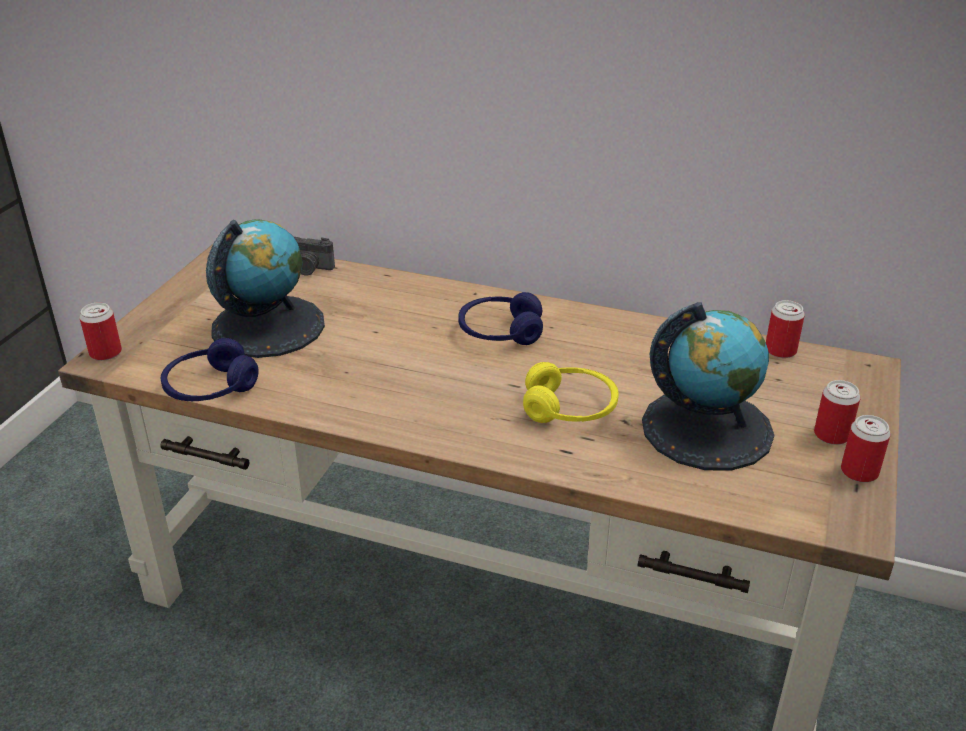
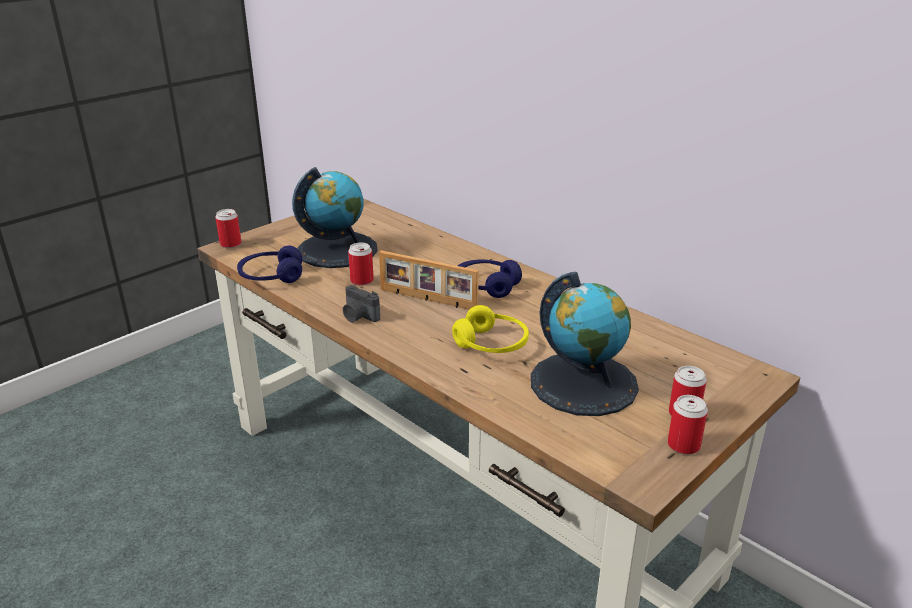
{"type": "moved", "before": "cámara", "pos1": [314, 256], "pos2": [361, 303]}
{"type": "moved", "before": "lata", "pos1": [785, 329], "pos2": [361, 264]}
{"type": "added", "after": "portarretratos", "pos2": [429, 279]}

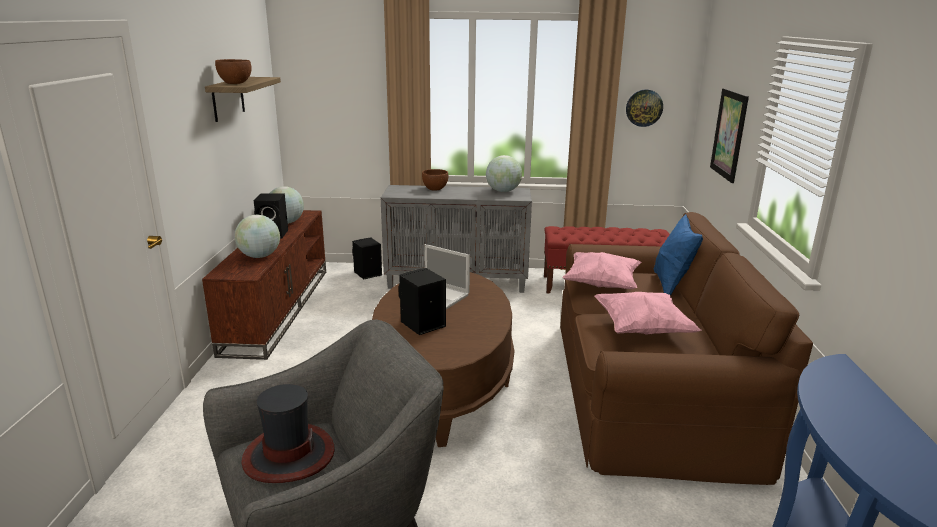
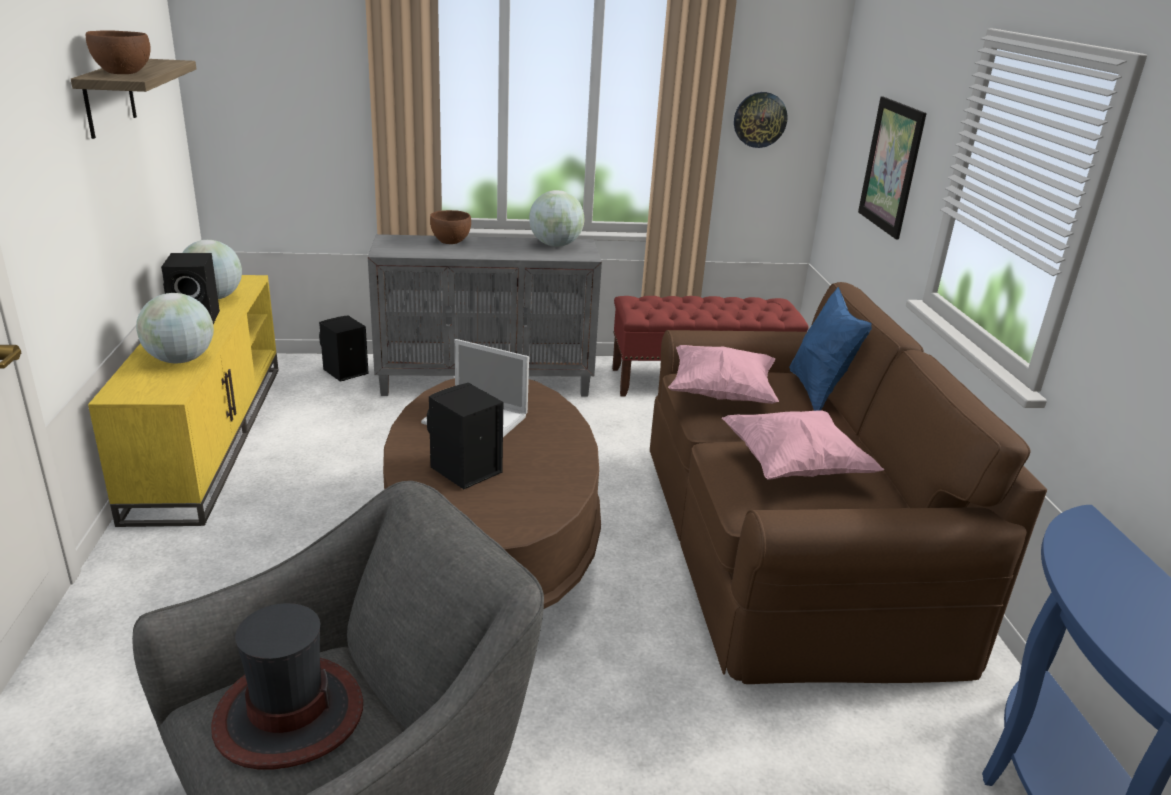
{"type": "recoloured", "before": "mueble de televisión/marrón", "after": "mueble de televisión/amarillo", "pos1": [264, 285], "pos2": [183, 401]}

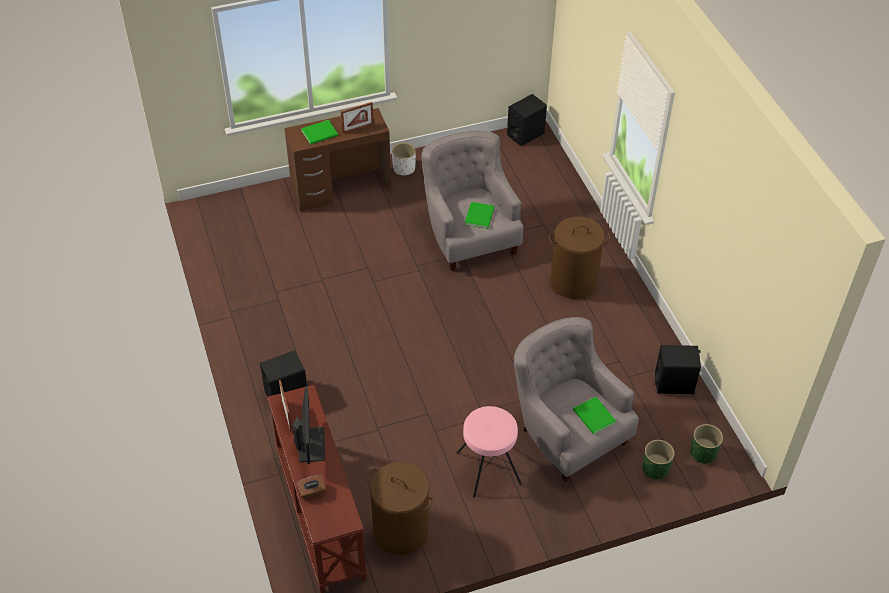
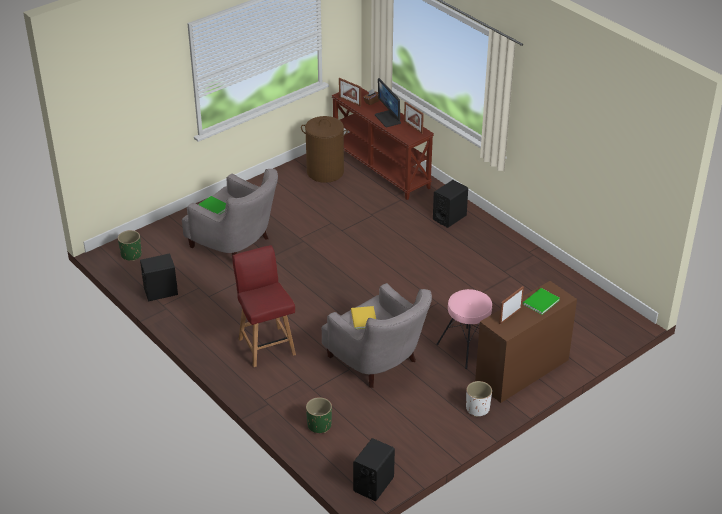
{"type": "replaced", "before": "cesto de la ropa/marrón", "after": "silla/rojo", "pos1": [579, 257], "pos2": [264, 306]}
{"type": "moved", "before": "maceta/verde", "pos1": [658, 460], "pos2": [319, 415]}
{"type": "added", "after": "portarretratos", "pos2": [350, 92]}
{"type": "recoloured", "before": "libro/verde", "after": "libro/amarillo", "pos1": [480, 215], "pos2": [363, 317]}
{"type": "moved", "before": "taburete/rosa", "pos1": [489, 451], "pos2": [464, 329]}

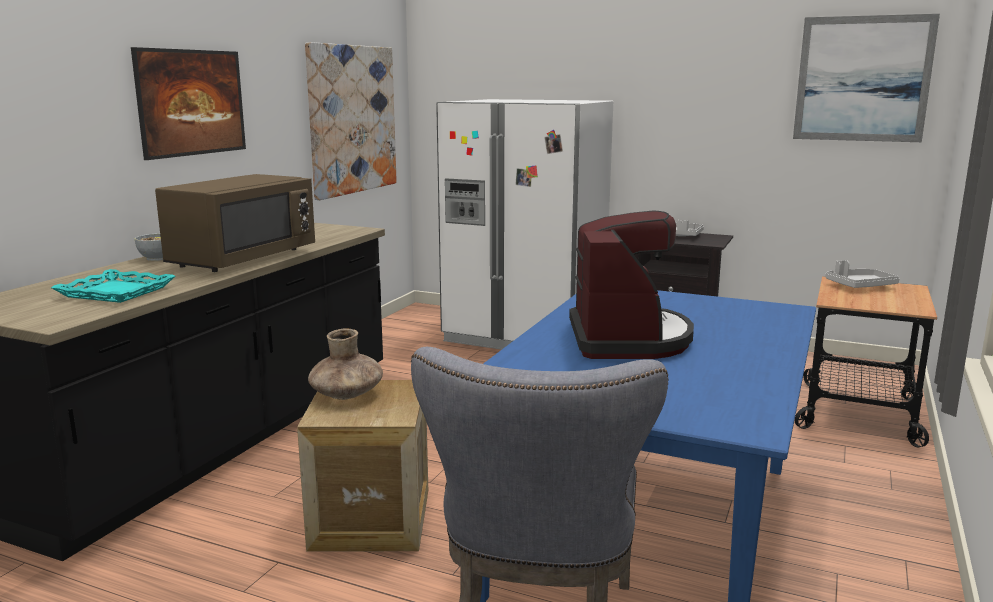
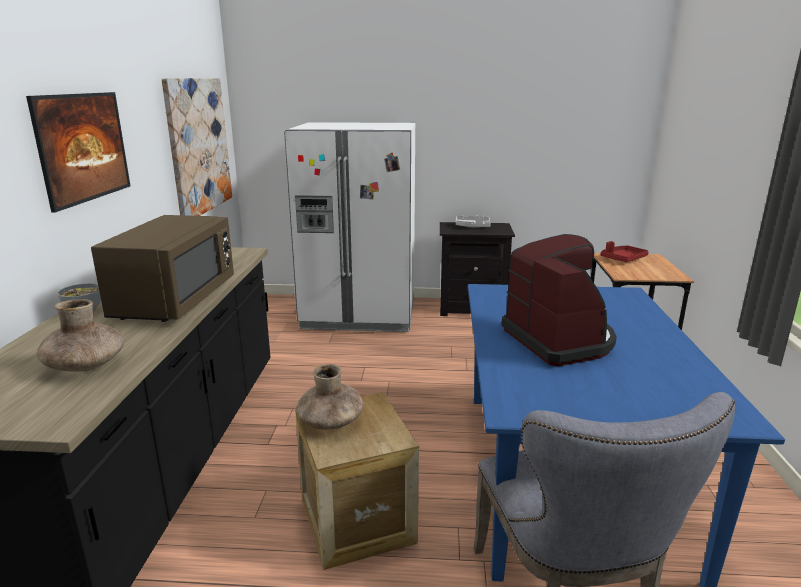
{"type": "replaced", "before": "bandeja/turquesa", "after": "florero/marrón", "pos1": [113, 286], "pos2": [80, 335]}
{"type": "recoloured", "before": "bandeja/gris", "after": "bandeja/rojo", "pos1": [862, 274], "pos2": [624, 251]}
{"type": "removed", "before": "cuadro", "pos1": [866, 78]}

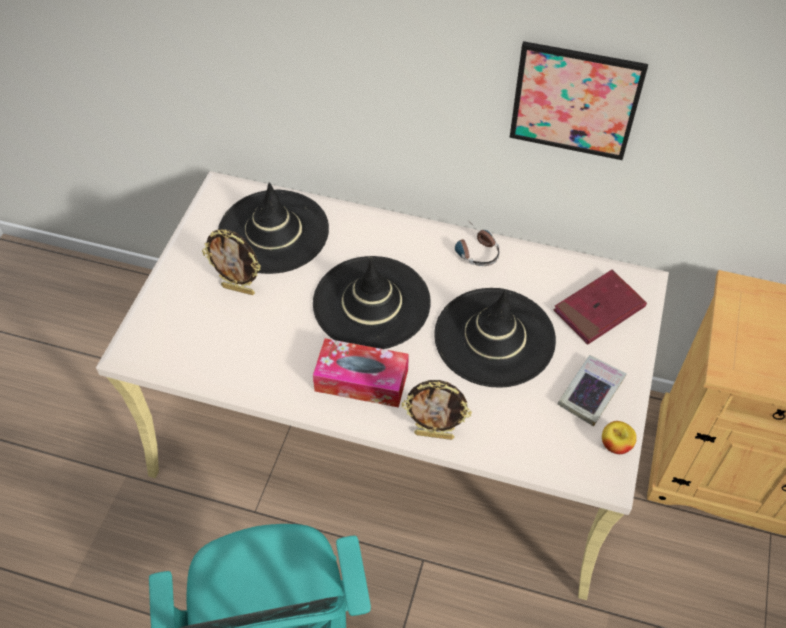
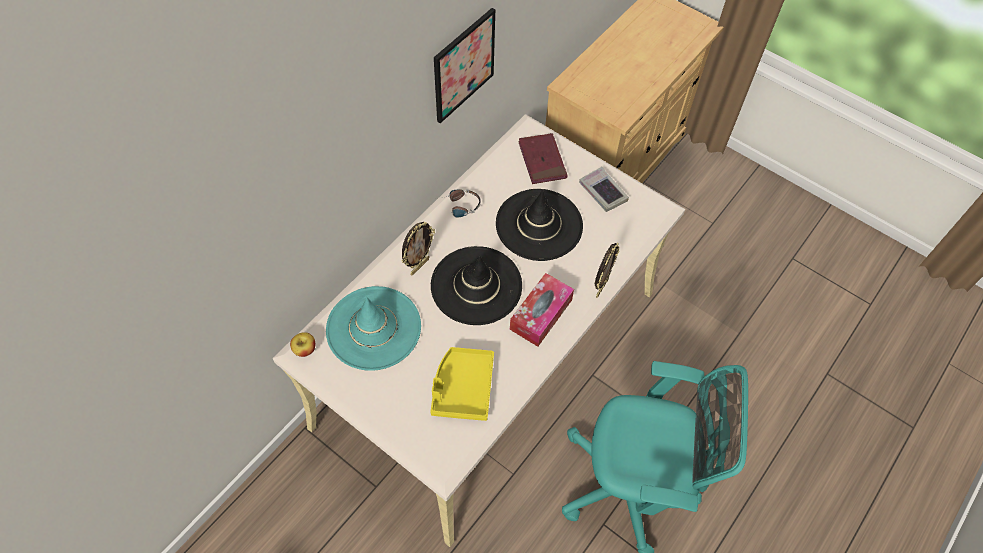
{"type": "moved", "before": "manzana", "pos1": [619, 437], "pos2": [302, 344]}
{"type": "recoloured", "before": "sombrero/negro", "after": "sombrero/turquesa", "pos1": [273, 228], "pos2": [373, 328]}
{"type": "moved", "before": "portarretratos", "pos1": [231, 262], "pos2": [418, 248]}
{"type": "added", "after": "bandeja/amarillo", "pos2": [462, 384]}

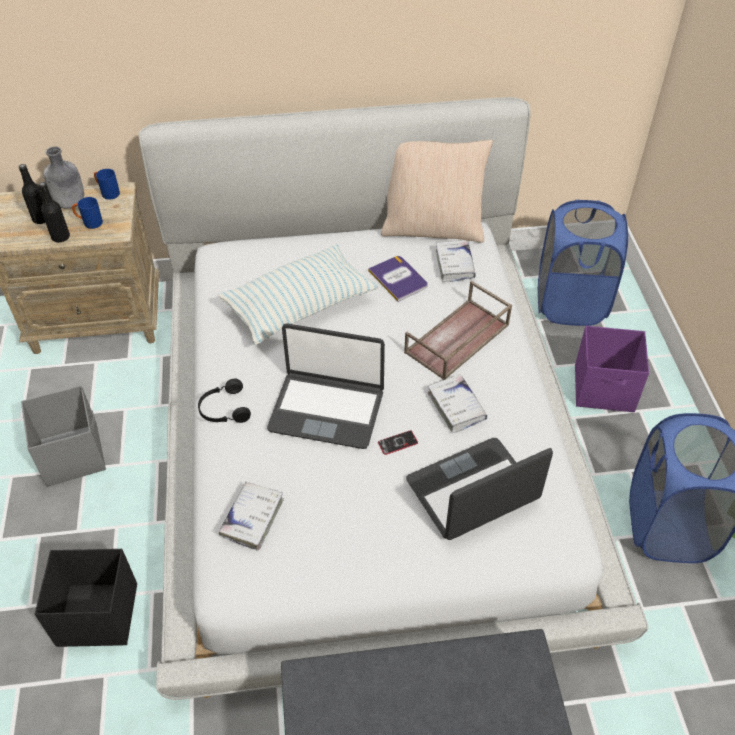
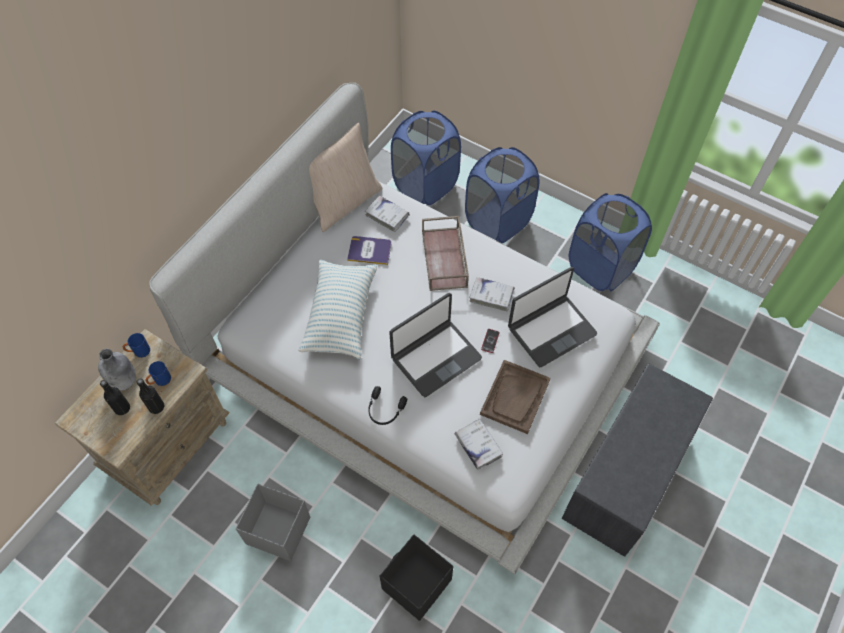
{"type": "replaced", "before": "caja de almacenaje/morado", "after": "cesto de la ropa/azul", "pos1": [612, 369], "pos2": [502, 195]}
{"type": "added", "after": "bandeja/marrón", "pos2": [515, 397]}
{"type": "turned", "before": "portátil", "pos1": [479, 489], "pos2": [552, 317], "turn": -135}

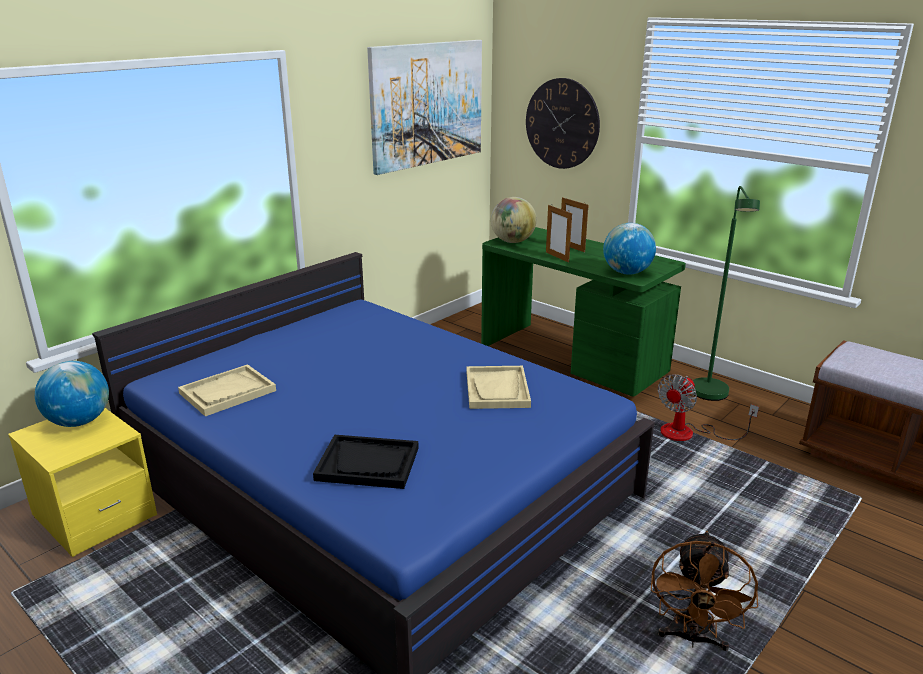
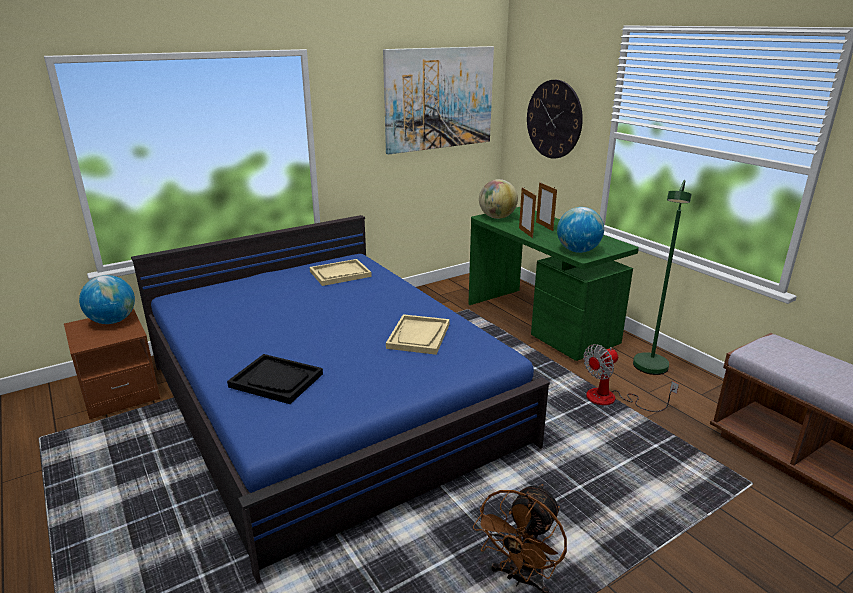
{"type": "recoloured", "before": "mesita de noche/amarillo", "after": "mesita de noche/marrón", "pos1": [82, 482], "pos2": [112, 364]}
{"type": "moved", "before": "bandeja/beis", "pos1": [227, 390], "pos2": [341, 272]}

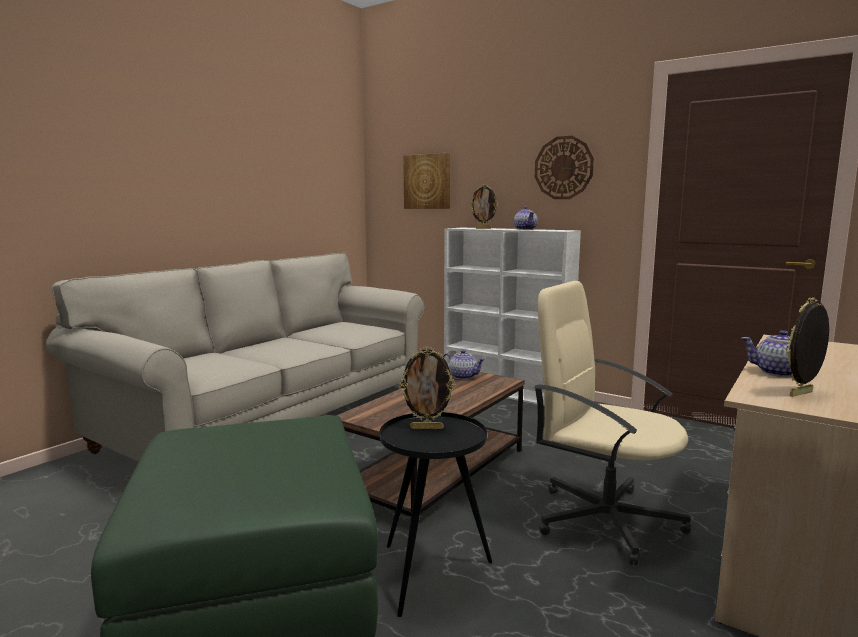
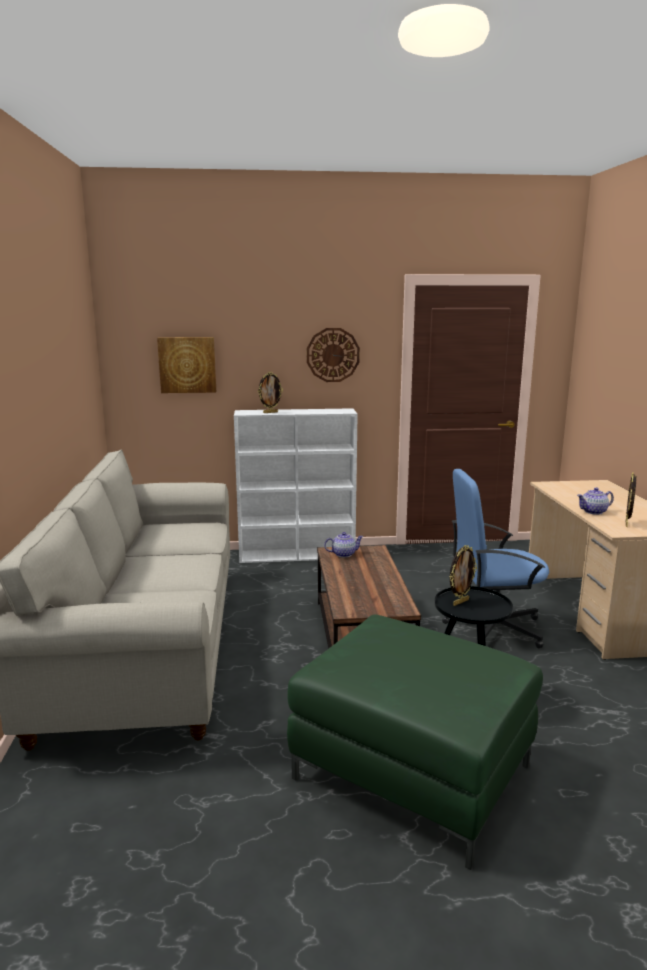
{"type": "recoloured", "before": "silla de oficina/beis", "after": "silla de oficina/azul", "pos1": [612, 423], "pos2": [495, 558]}
{"type": "removed", "before": "tetera", "pos1": [526, 218]}

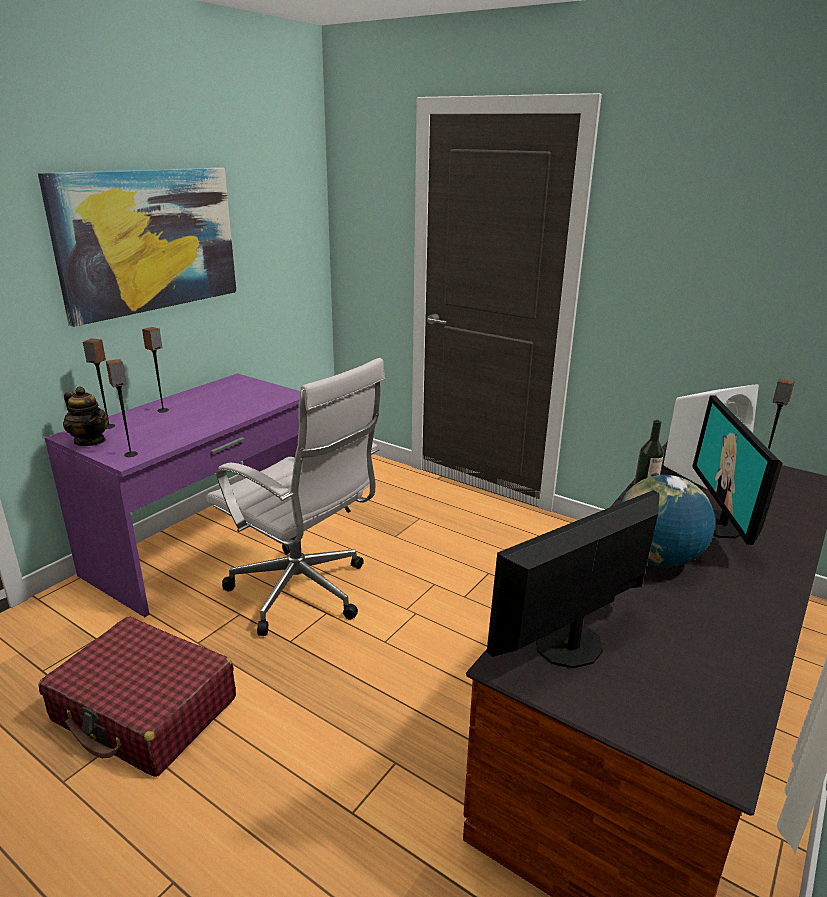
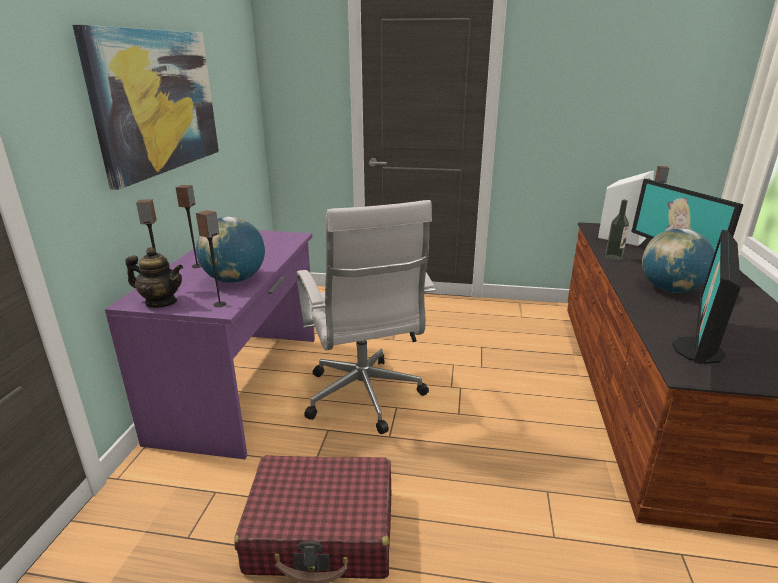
{"type": "added", "after": "globo terráqueo", "pos2": [230, 250]}
{"type": "turned", "before": "silla de oficina/blanco", "pos1": [295, 497], "pos2": [366, 317], "turn": 60}

